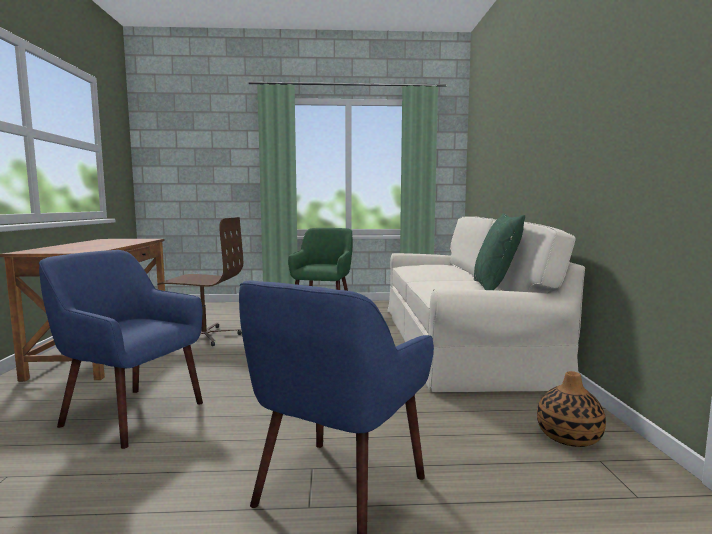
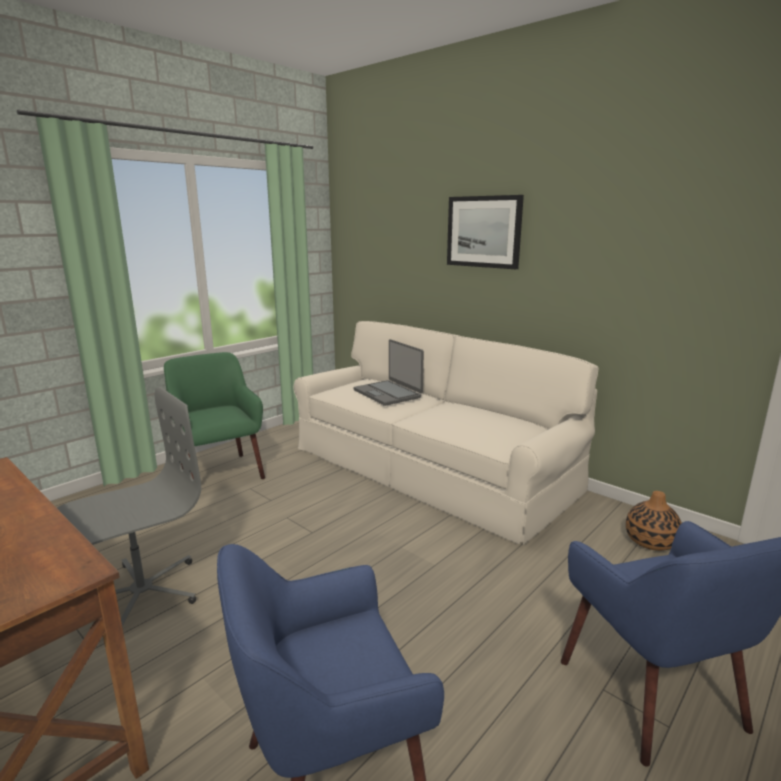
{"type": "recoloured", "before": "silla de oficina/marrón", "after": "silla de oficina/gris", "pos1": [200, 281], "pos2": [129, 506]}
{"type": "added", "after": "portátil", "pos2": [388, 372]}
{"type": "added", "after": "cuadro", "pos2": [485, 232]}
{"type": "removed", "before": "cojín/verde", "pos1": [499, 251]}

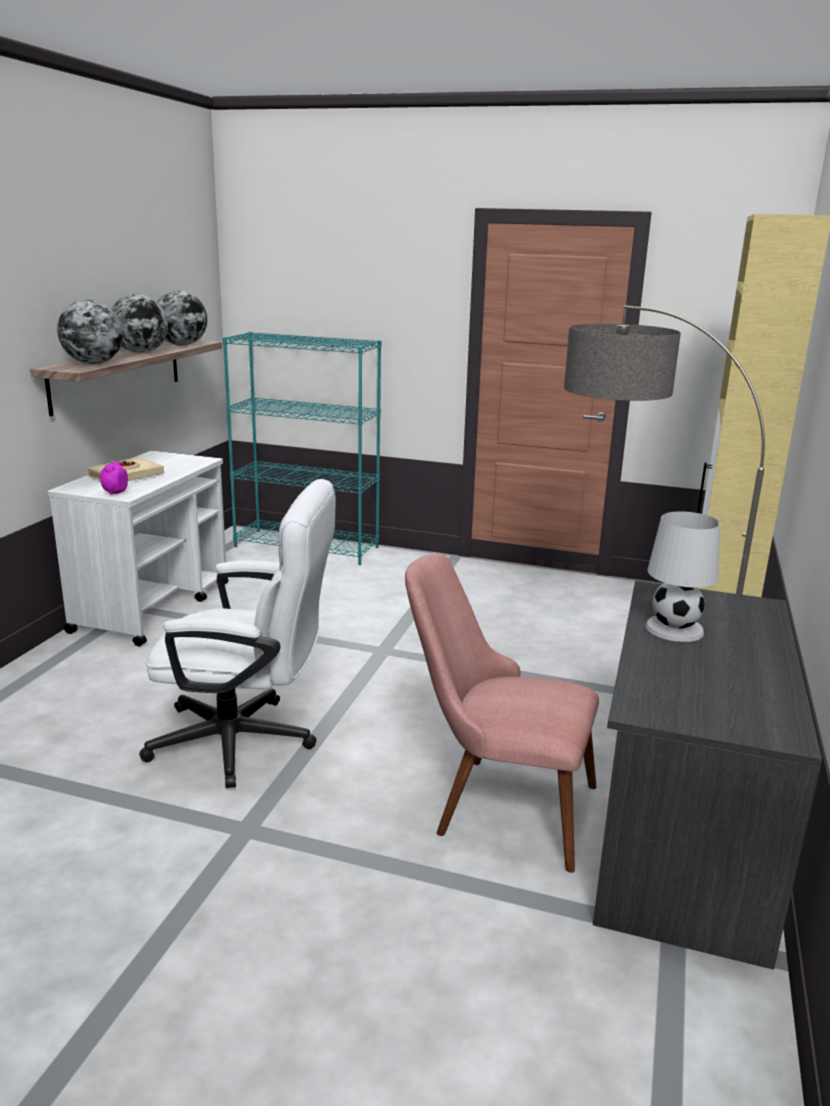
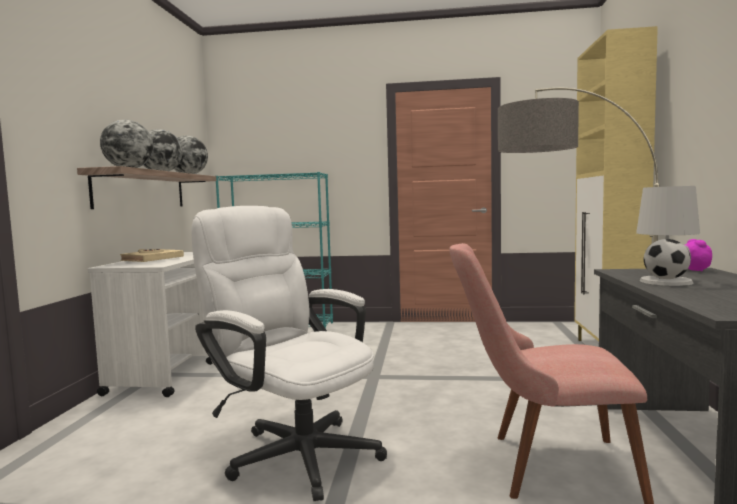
{"type": "turned", "before": "silla de oficina/blanco", "pos1": [237, 633], "pos2": [289, 353], "turn": -135}
{"type": "moved", "before": "despertador", "pos1": [114, 478], "pos2": [698, 255]}

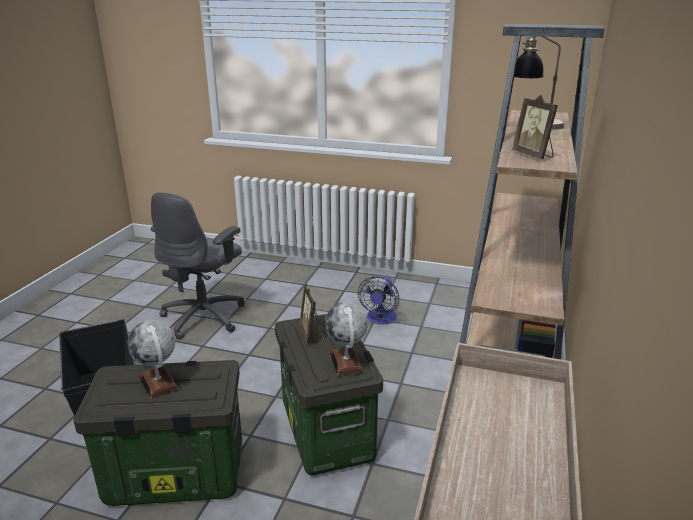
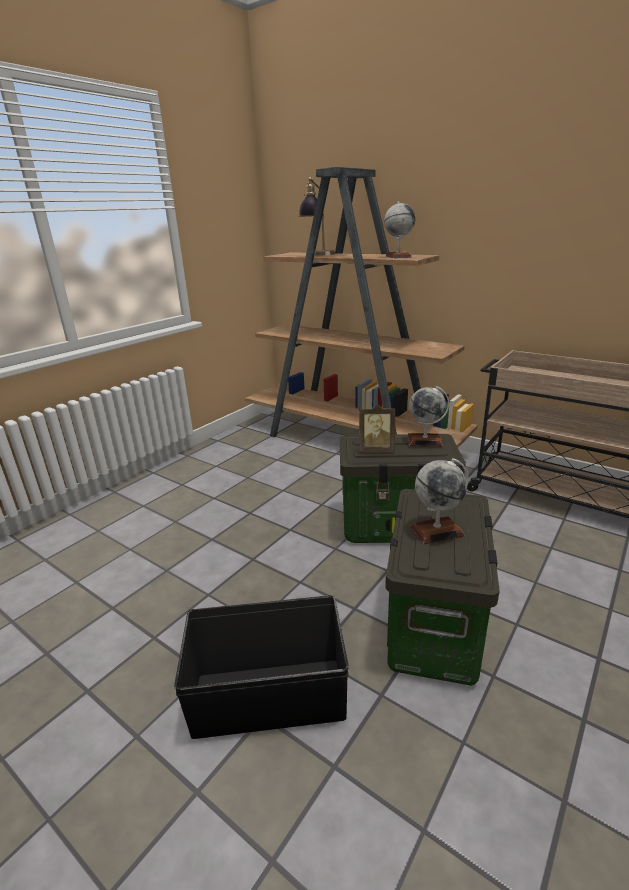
{"type": "replaced", "before": "portarretratos", "after": "globo terráqueo", "pos1": [535, 127], "pos2": [399, 229]}
{"type": "removed", "before": "silla de oficina/gris", "pos1": [198, 266]}
{"type": "removed", "before": "ventilador", "pos1": [378, 300]}

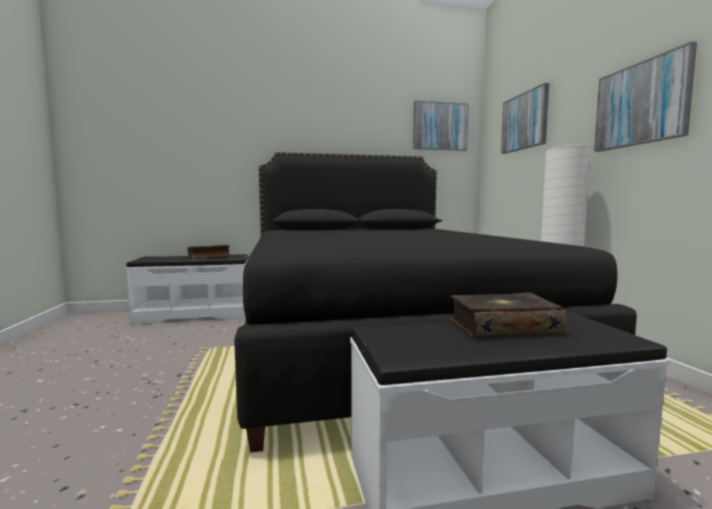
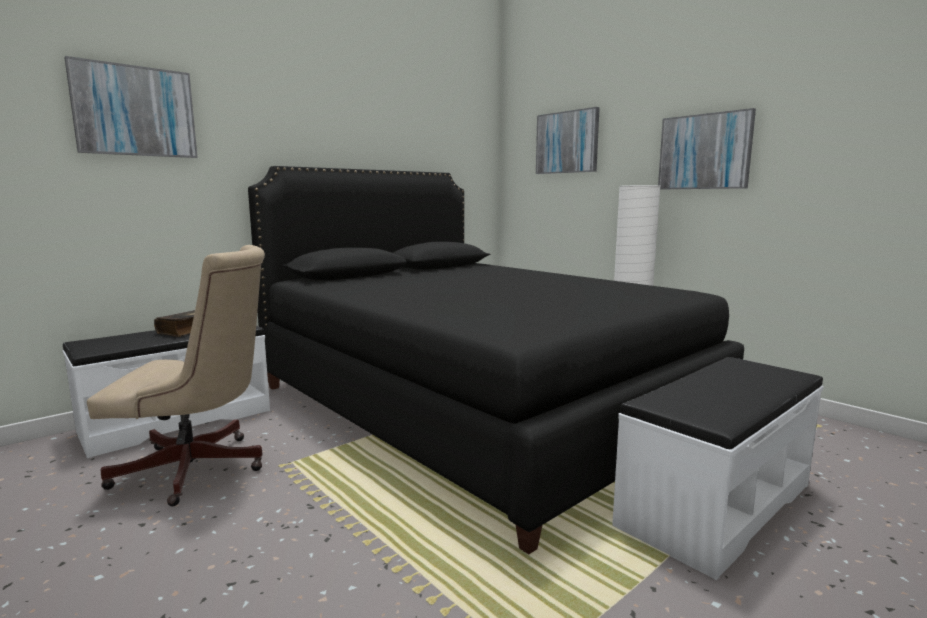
{"type": "moved", "before": "cuadro", "pos1": [441, 126], "pos2": [131, 107]}
{"type": "added", "after": "silla de oficina/beis", "pos2": [176, 375]}
{"type": "removed", "before": "libro", "pos1": [508, 314]}

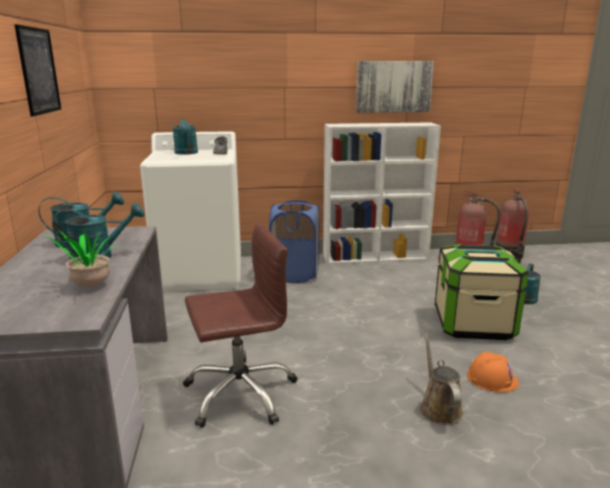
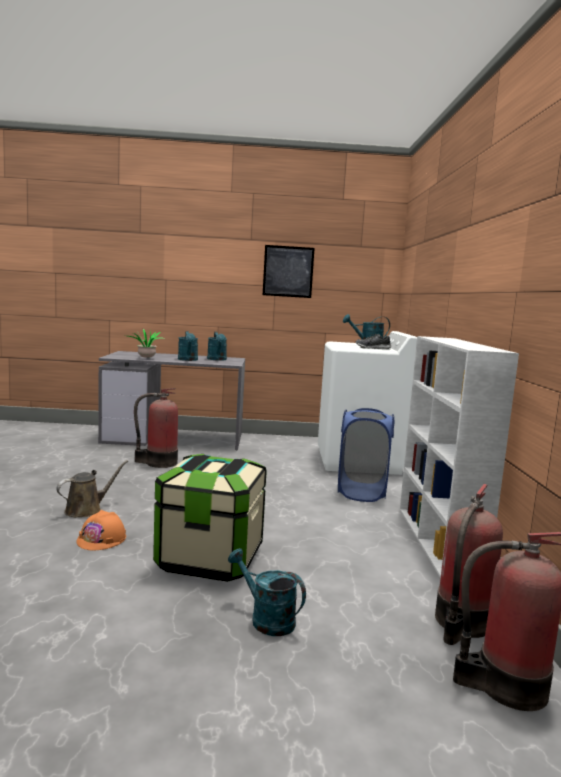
{"type": "turned", "before": "regadera/marrón", "pos1": [441, 379], "pos2": [92, 488], "turn": -45}
{"type": "replaced", "before": "silla de oficina/marrón", "after": "extintor", "pos1": [240, 325], "pos2": [156, 428]}
{"type": "removed", "before": "cuadro", "pos1": [395, 87]}

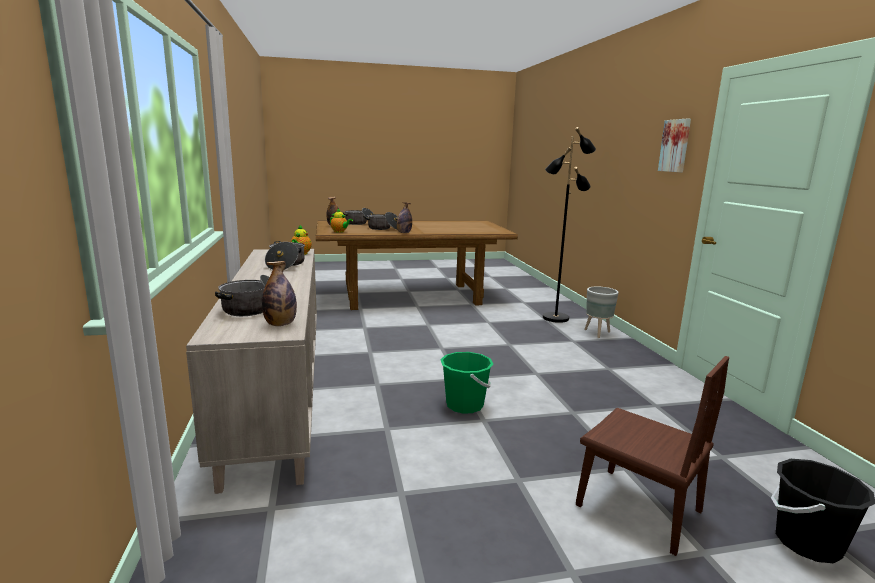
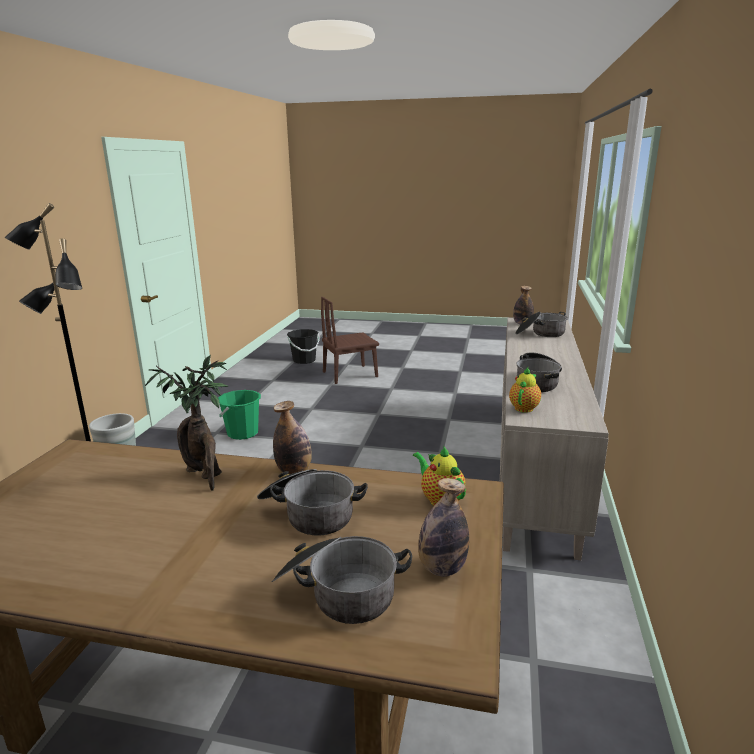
{"type": "added", "after": "planta en maceta", "pos2": [186, 423]}
{"type": "moved", "before": "cubo/verde", "pos1": [466, 383], "pos2": [239, 415]}
{"type": "turned", "before": "silla/marrón", "pos1": [653, 456], "pos2": [350, 340], "turn": -90}
{"type": "removed", "before": "cuadro", "pos1": [674, 145]}

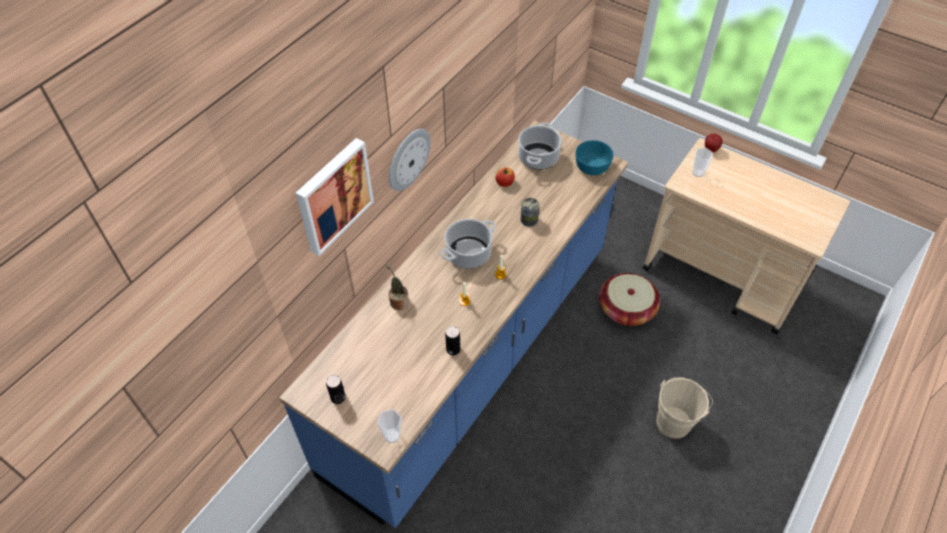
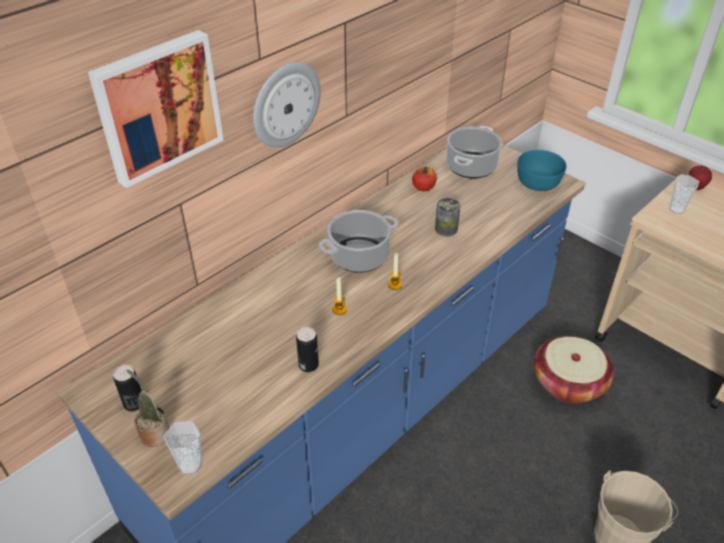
{"type": "moved", "before": "planta en maceta", "pos1": [397, 287], "pos2": [148, 408]}

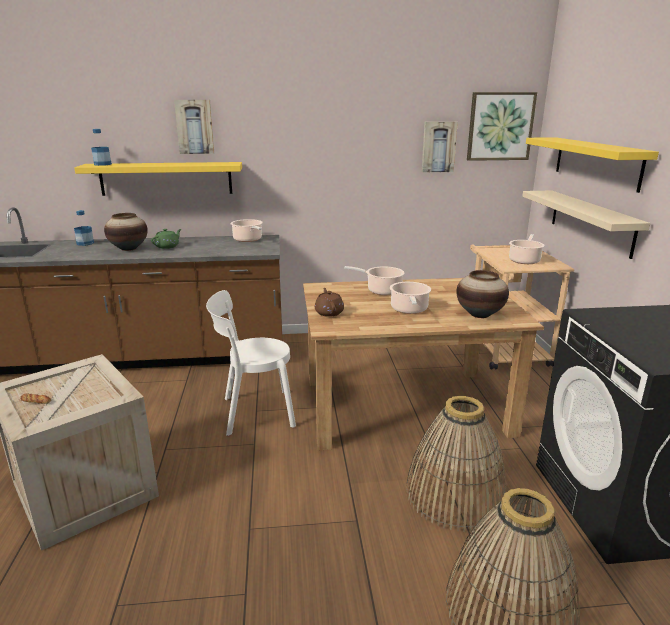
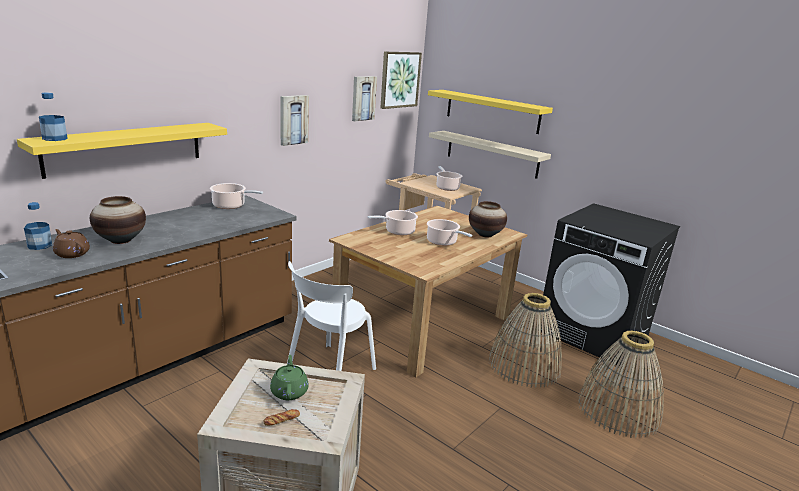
{"type": "moved", "before": "tetera/marrón", "pos1": [329, 302], "pos2": [71, 243]}
{"type": "moved", "before": "tetera/verde", "pos1": [166, 239], "pos2": [289, 377]}
{"type": "moved", "before": "cuadro", "pos1": [194, 127], "pos2": [294, 120]}

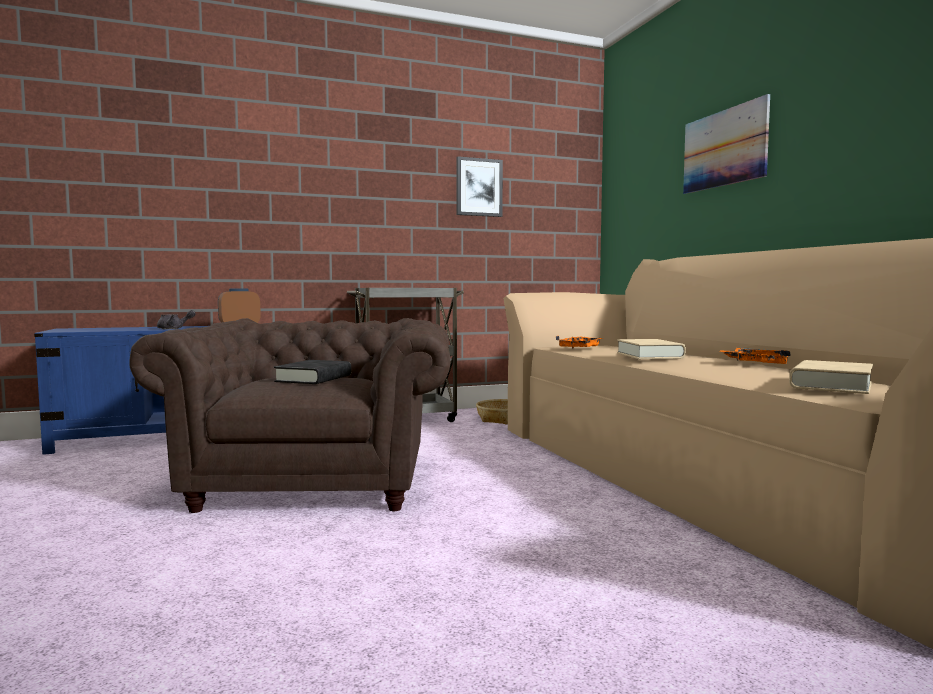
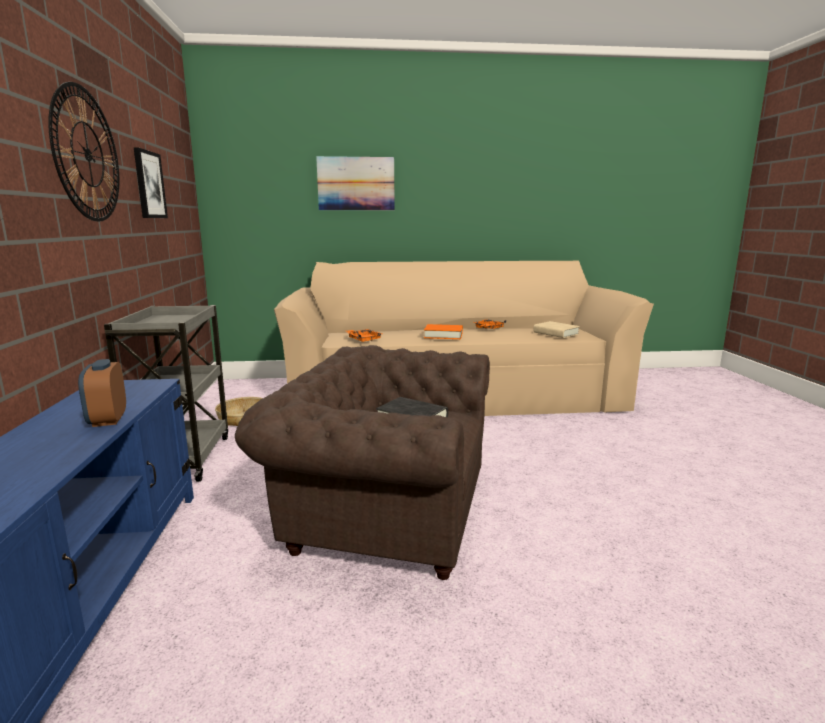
{"type": "added", "after": "reloj de pared", "pos2": [83, 152]}
{"type": "recoloured", "before": "libro/beis", "after": "libro/naranja", "pos1": [651, 349], "pos2": [443, 331]}
{"type": "removed", "before": "tetera/gris", "pos1": [176, 319]}

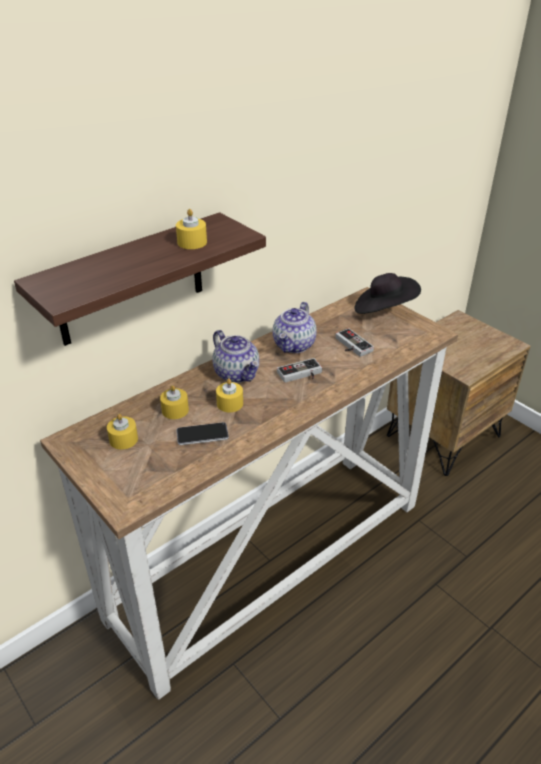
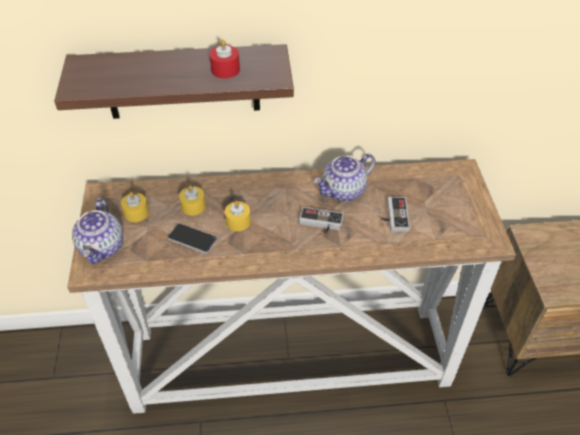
{"type": "moved", "before": "tetera", "pos1": [235, 356], "pos2": [97, 231]}
{"type": "recoloured", "before": "vela/amarillo", "after": "vela/rojo", "pos1": [191, 229], "pos2": [224, 58]}
{"type": "removed", "before": "sombrero/negro", "pos1": [387, 293]}

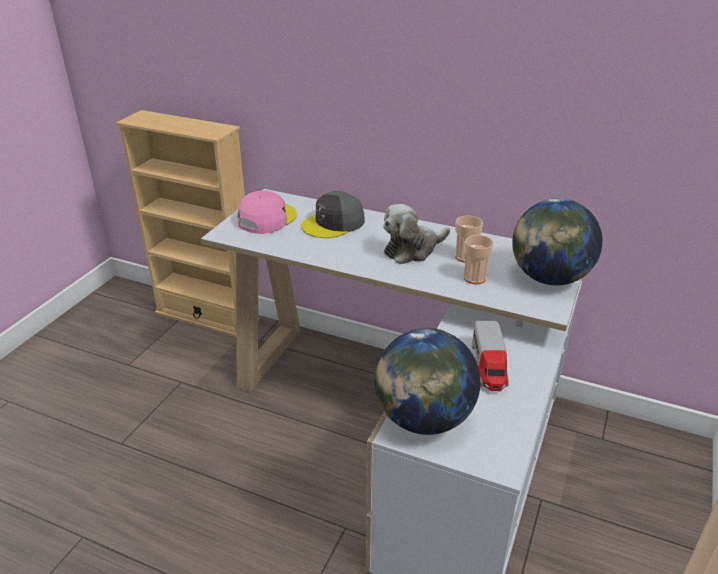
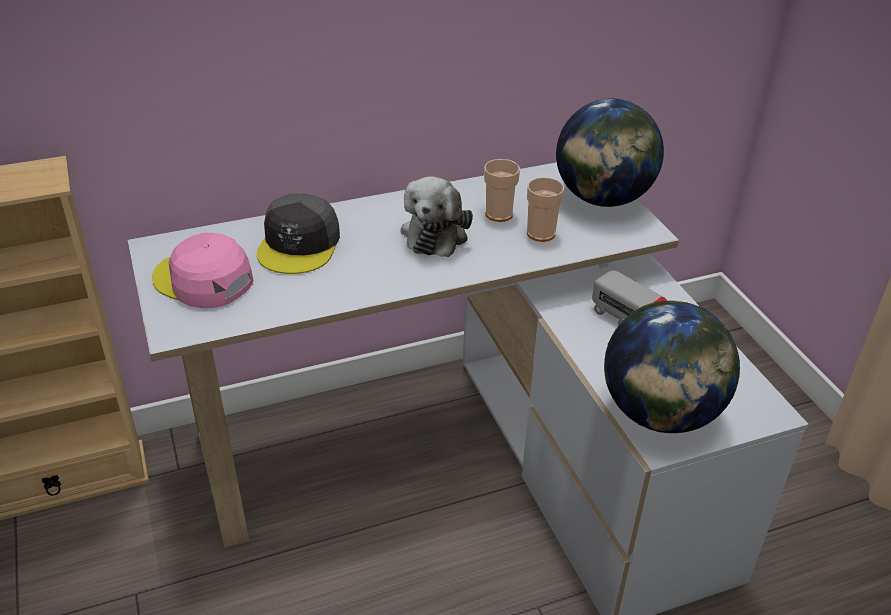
{"type": "turned", "before": "gorra/rosa", "pos1": [267, 212], "pos2": [203, 270], "turn": -45}

